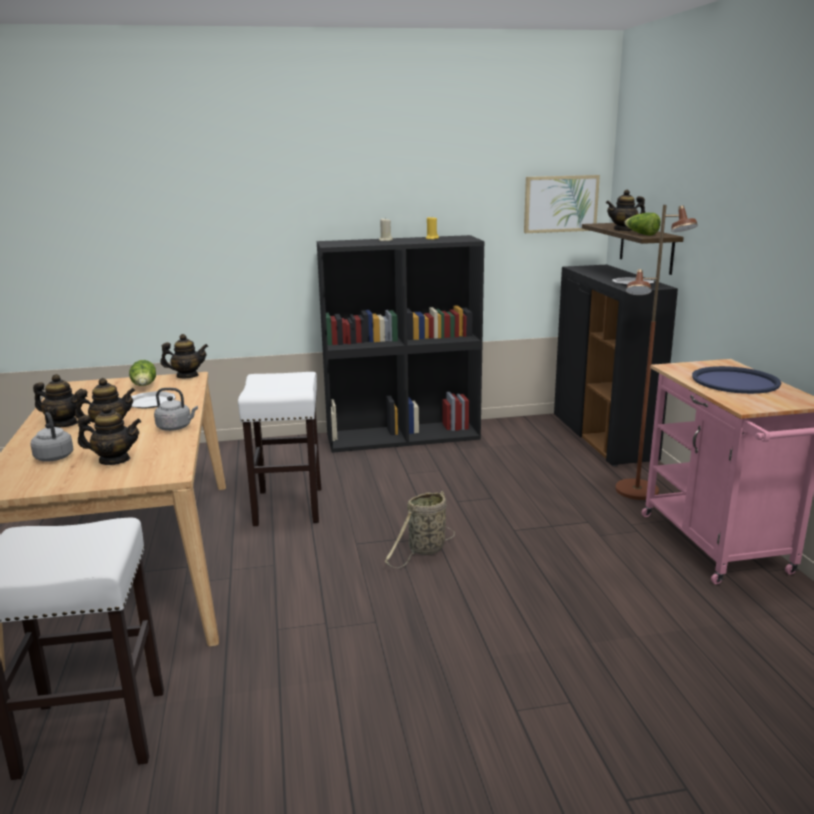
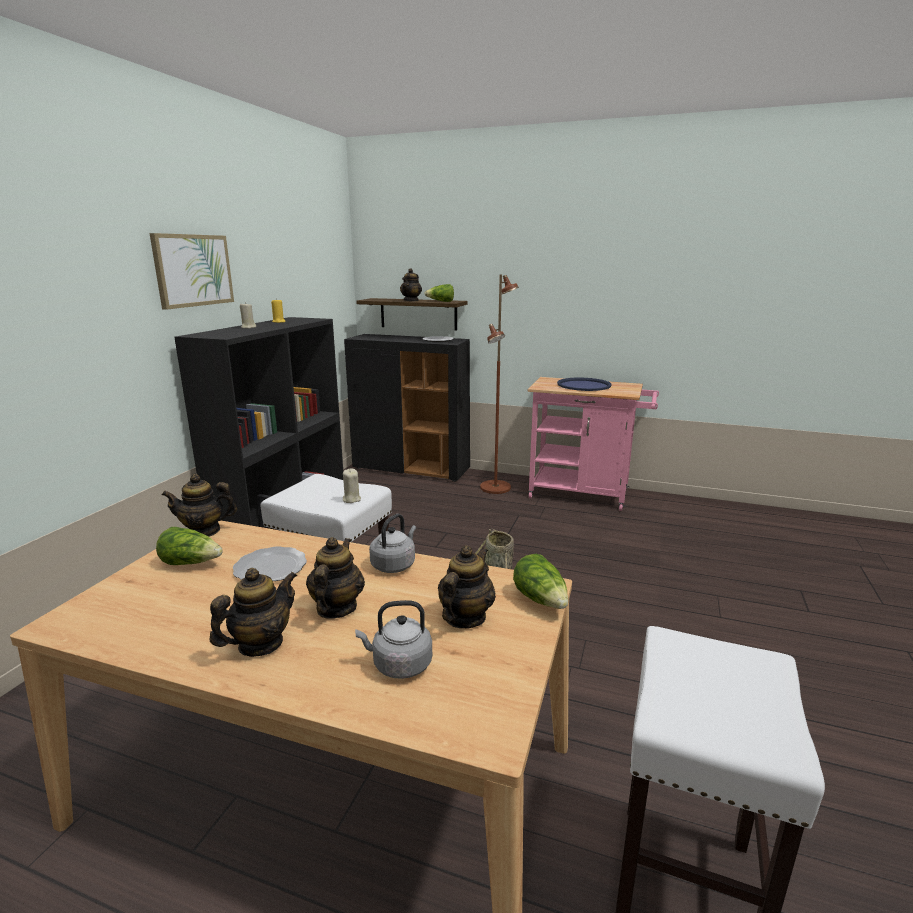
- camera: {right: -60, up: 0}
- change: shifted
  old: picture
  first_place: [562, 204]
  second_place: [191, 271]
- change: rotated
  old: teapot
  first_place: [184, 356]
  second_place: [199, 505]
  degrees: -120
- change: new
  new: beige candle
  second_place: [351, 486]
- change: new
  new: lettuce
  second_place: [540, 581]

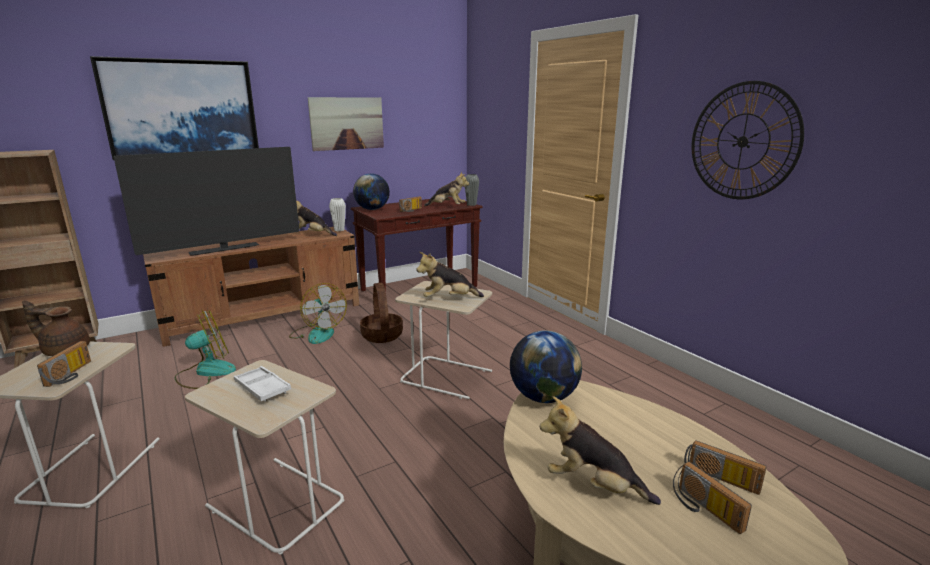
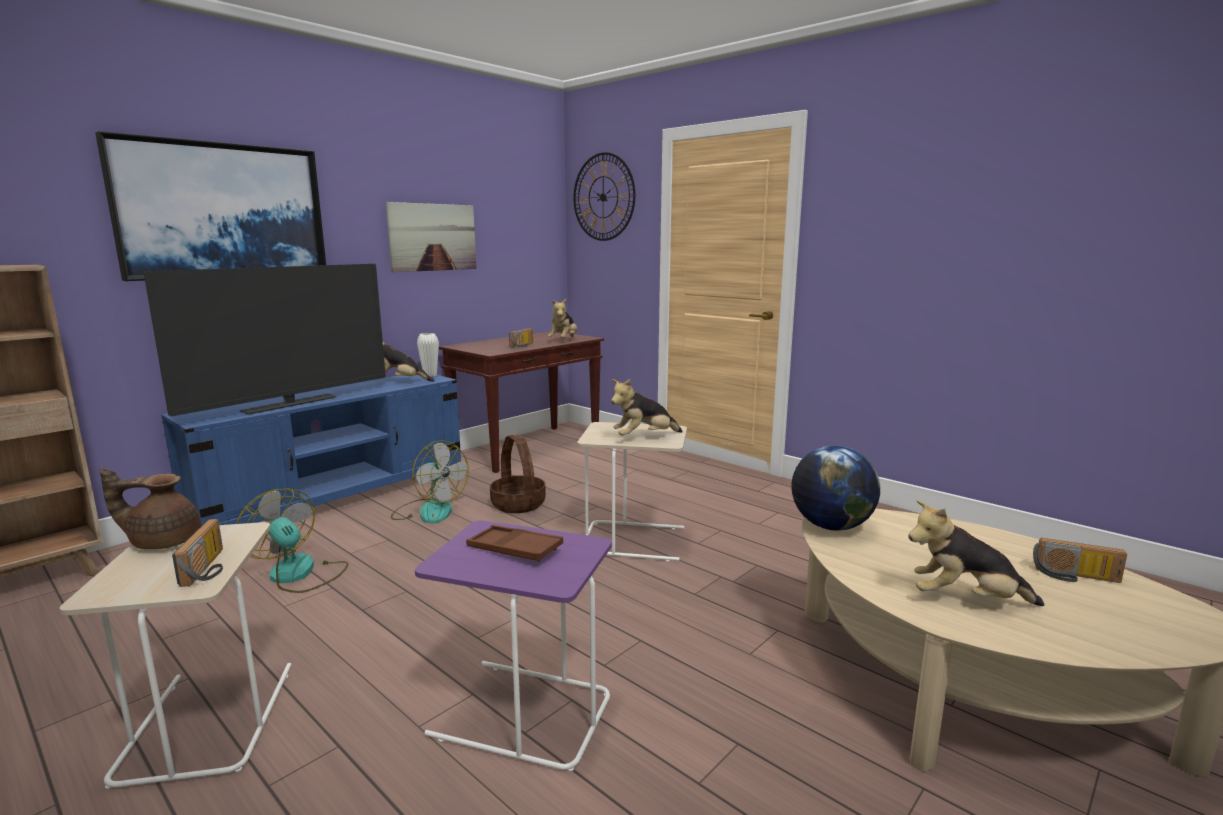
- camera: {right: -15, up: -5}
- change: shifted
  old: wall clock
  first_place: [748, 140]
  second_place: [604, 196]
- change: rotated
  old: plush toy
  first_place: [446, 189]
  second_place: [562, 318]
  degrees: 105
- change: gone
  old: globe
  first_place: [371, 192]
- change: gone
  old: grey vase
  first_place: [472, 190]
- change: repainted
  old: brown tv stand
  new: blue tv stand
  first_place: [251, 287]
  second_place: [311, 450]
- change: rotated
  old: fan
  first_place: [205, 349]
  second_place: [293, 540]
  degrees: -90
- change: repainted
  old: beige side table
  new: purple side table
  first_place: [264, 457]
  second_place: [513, 646]
- change: repainted
  old: white tray
  new: brown tray
  first_place: [262, 383]
  second_place: [514, 543]
- change: gone
  old: radio
  first_place: [712, 498]

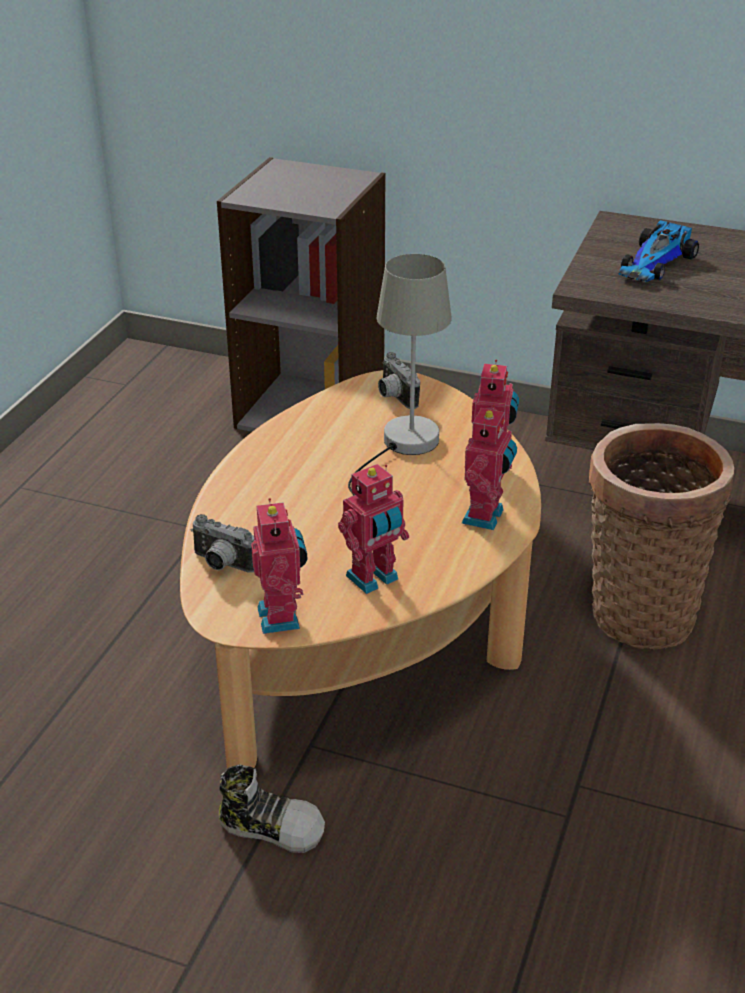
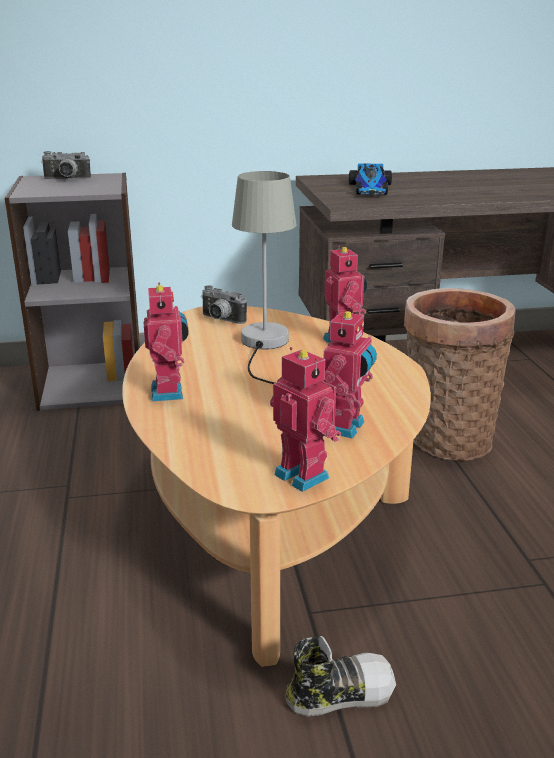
- camera: {right: -30, up: -10}
- change: shifted
  old: toy robot
  first_place: [489, 467]
  second_place: [166, 342]
- change: shifted
  old: photo camera
  first_place: [222, 543]
  second_place: [66, 165]

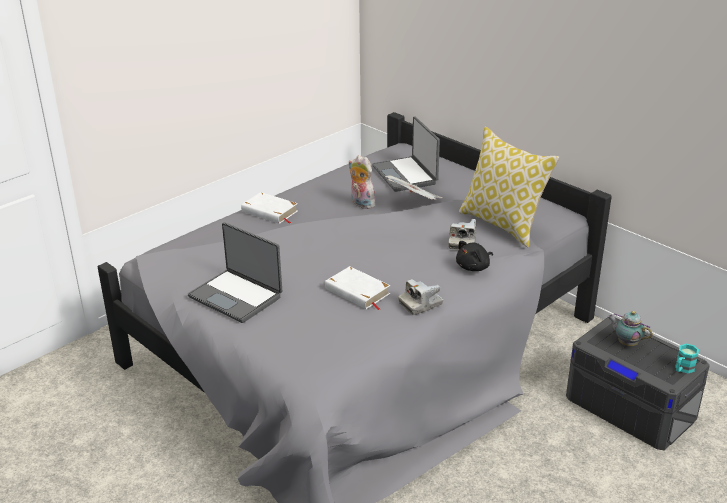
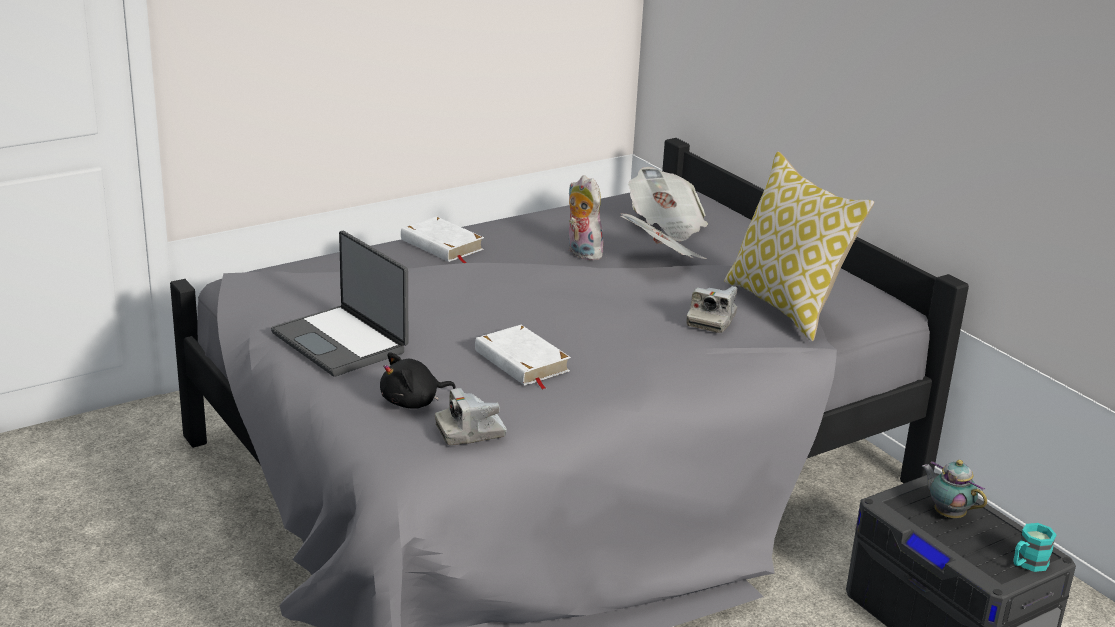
- camera: {right: 10, up: -5}
- change: swapped
  old: laptop
  new: newspaper
  first_place: [406, 154]
  second_place: [668, 204]
- change: shifted
  old: black plush toy
  first_place: [474, 256]
  second_place: [418, 381]
- change: shifted
  old: photo camera
  first_place: [421, 297]
  second_place: [471, 416]

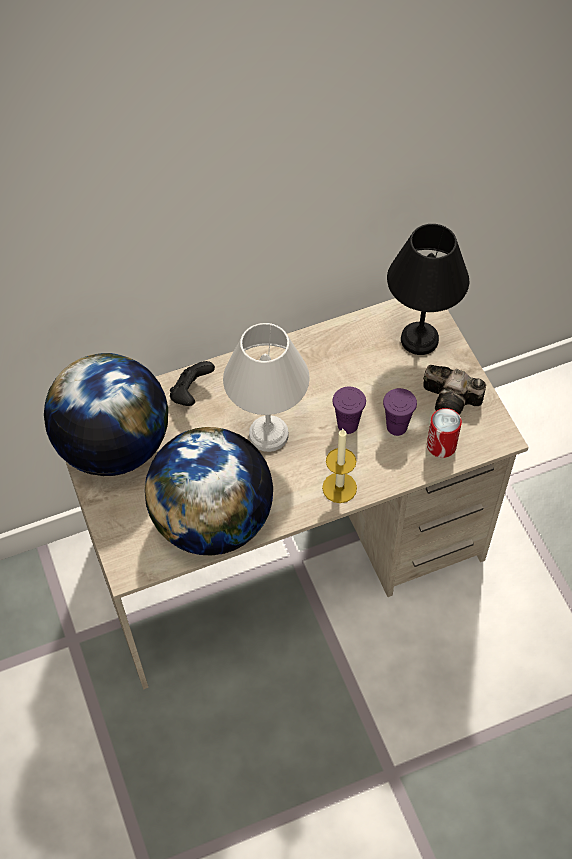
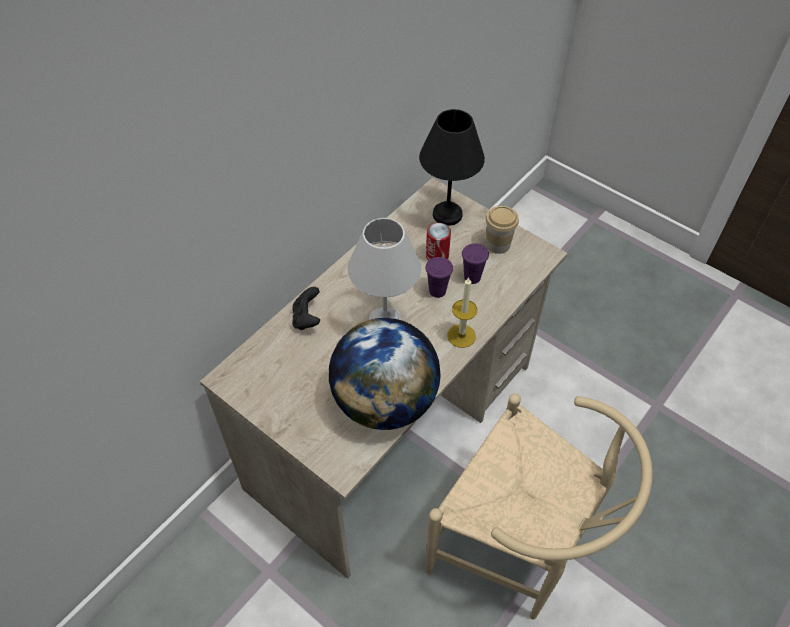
- camera: {right: -30, up: -5}
- change: gone
  old: globe
  first_place: [106, 414]
- change: swapped
  old: photo camera
  new: cup
  first_place: [454, 390]
  second_place: [502, 230]
- change: shifted
  old: can
  first_place: [444, 433]
  second_place: [438, 242]
- change: new
  new: beige chair
  second_place: [539, 506]

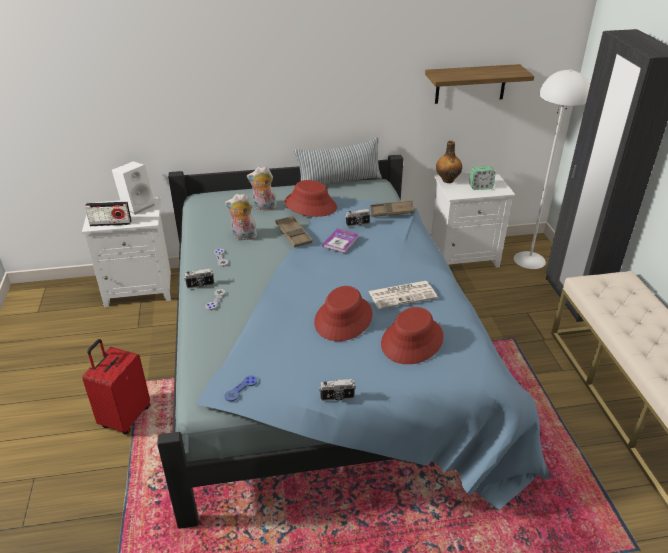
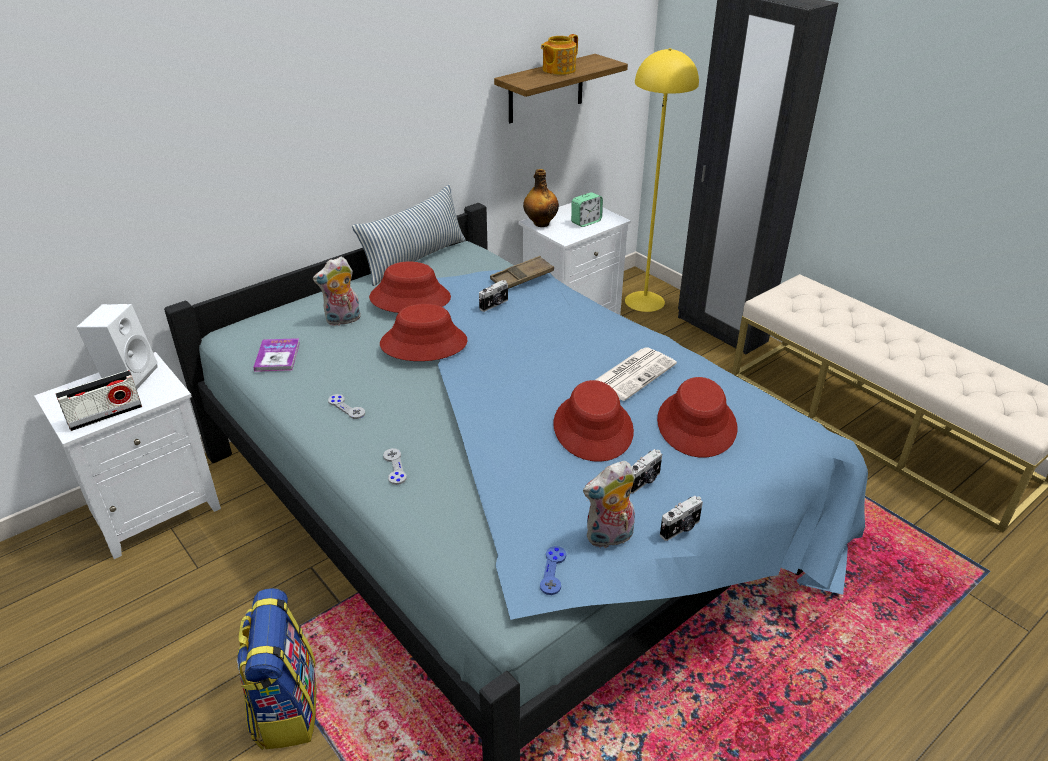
- camera: {right: -30, up: 0}
- change: repainted
  old: white floor lamp
  new: yellow floor lamp
  first_place: [552, 169]
  second_place: [662, 180]
- change: shifted
  old: plush toy
  first_place: [241, 217]
  second_place: [609, 504]
- change: swapped
  old: brown tray
  new: red hat
  first_place: [293, 231]
  second_place: [424, 332]
- change: shifted
  old: book
  first_place: [340, 240]
  second_place: [276, 355]
- change: shifted
  old: photo camera
  first_place: [199, 279]
  second_place: [646, 471]
- change: swapped
  old: red suitcase
  new: backpack
  first_place: [116, 387]
  second_place: [276, 669]
- change: new
  new: teapot
  second_place: [559, 54]

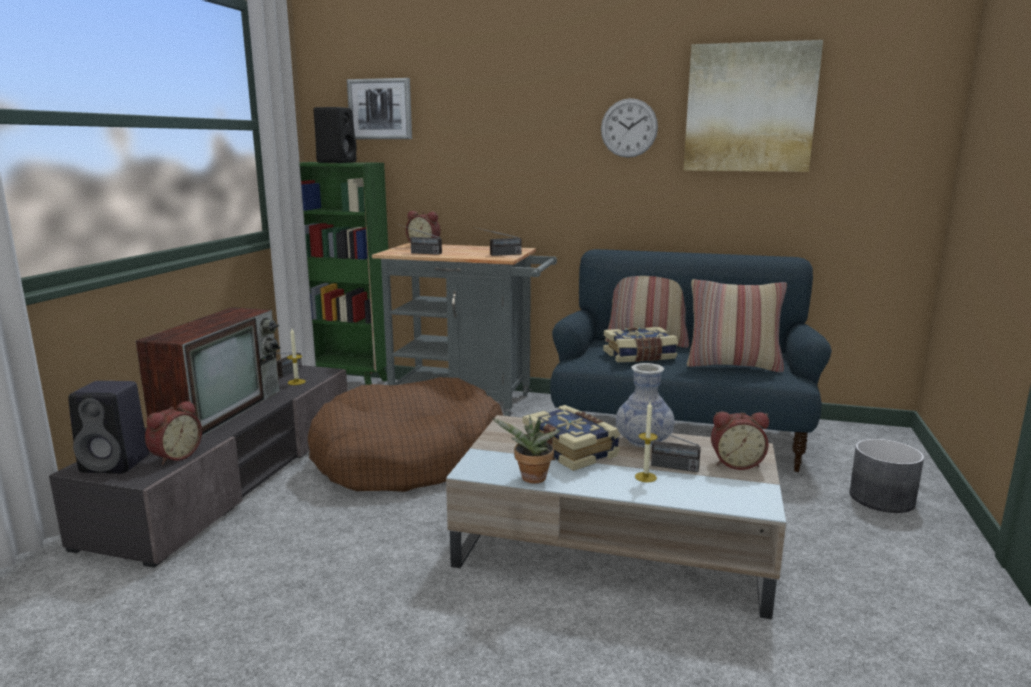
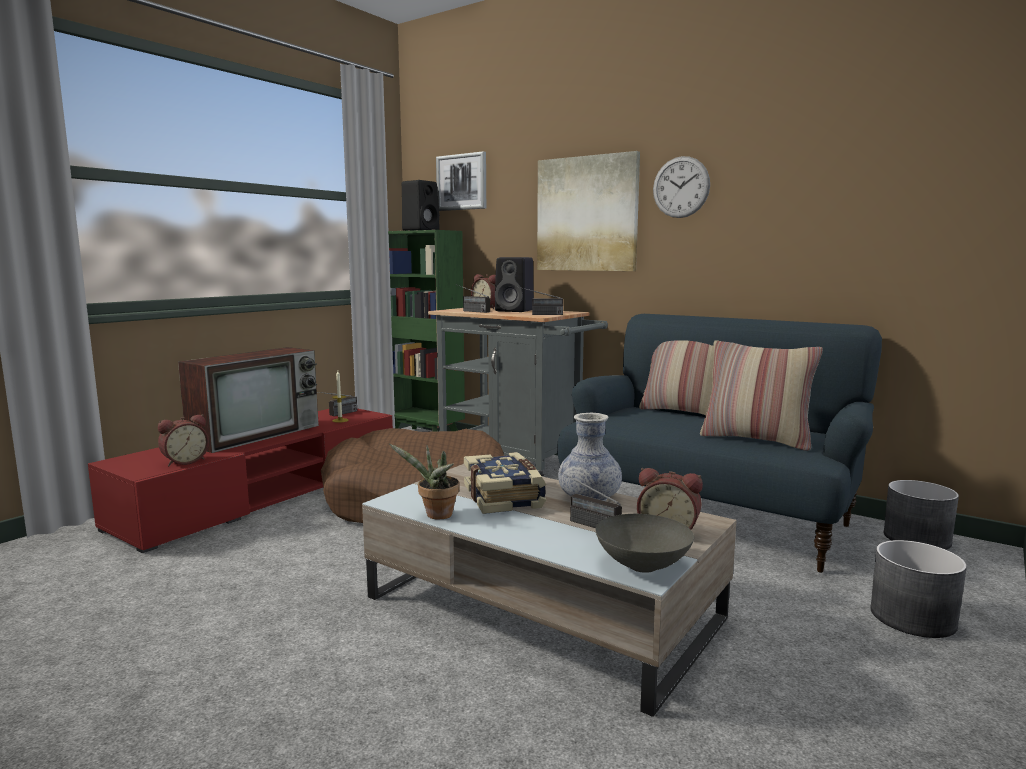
- camera: {right: 20, up: -5}
- change: shifted
  old: picture
  first_place: [753, 106]
  second_place: [588, 211]
- change: gone
  old: book
  first_place: [640, 344]
- change: repainted
  old: grey tv stand
  new: red tv stand
  first_place: [198, 466]
  second_place: [240, 480]
- change: shifted
  old: black speaker
  first_place: [108, 427]
  second_place: [514, 284]
- change: gone
  old: candle
  first_place: [646, 442]
- change: new
  new: grey planter
  second_place: [921, 515]
- change: new
  new: grey bowl
  second_place: [645, 543]

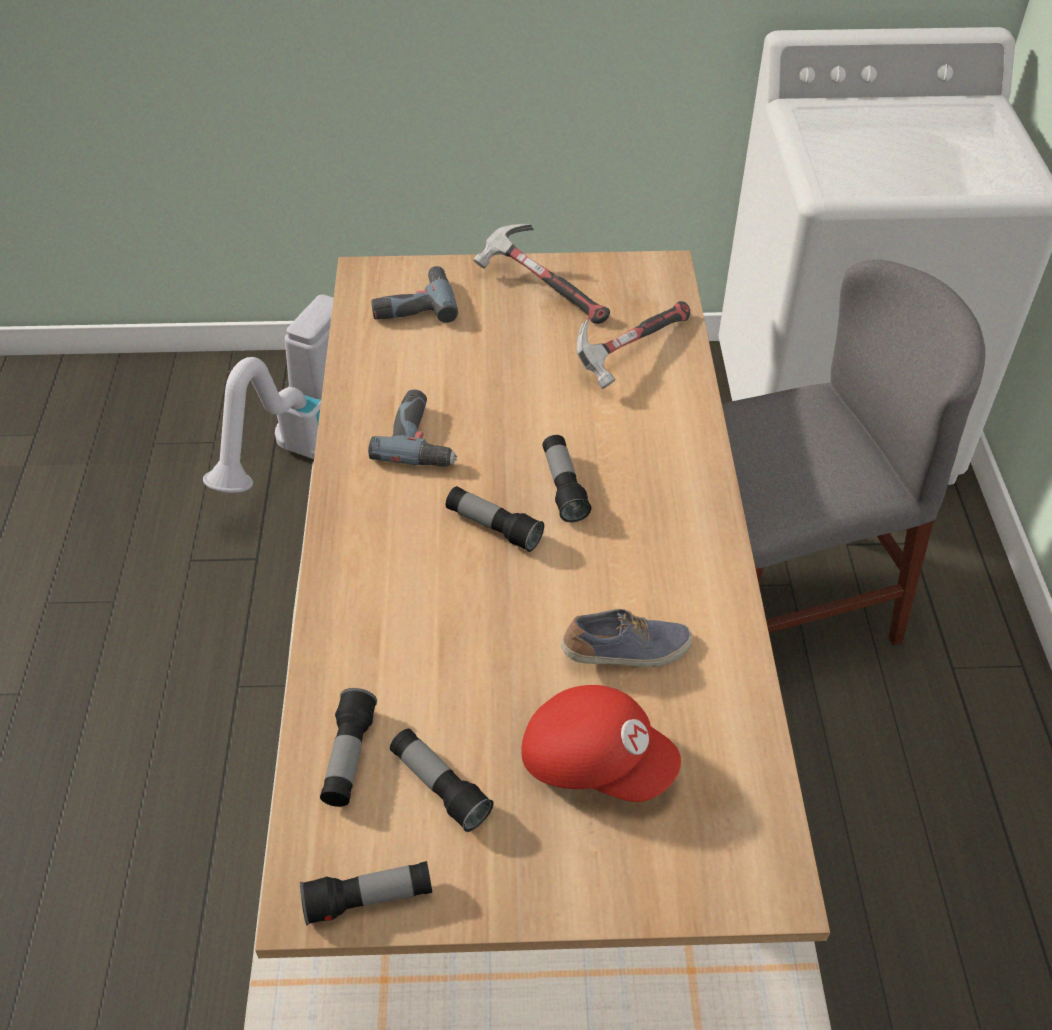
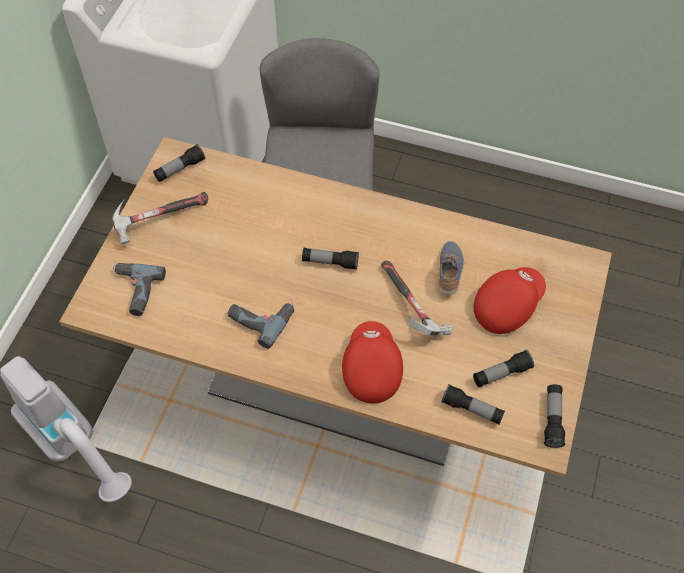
- camera: {right: -70, up: 10}
- change: shifted
  old: hammer
  first_place: [633, 345]
  second_place: [416, 299]
- change: shifted
  old: flashlight
  first_place: [495, 519]
  second_place: [179, 163]
- change: new
  new: red cap
  second_place: [372, 362]

